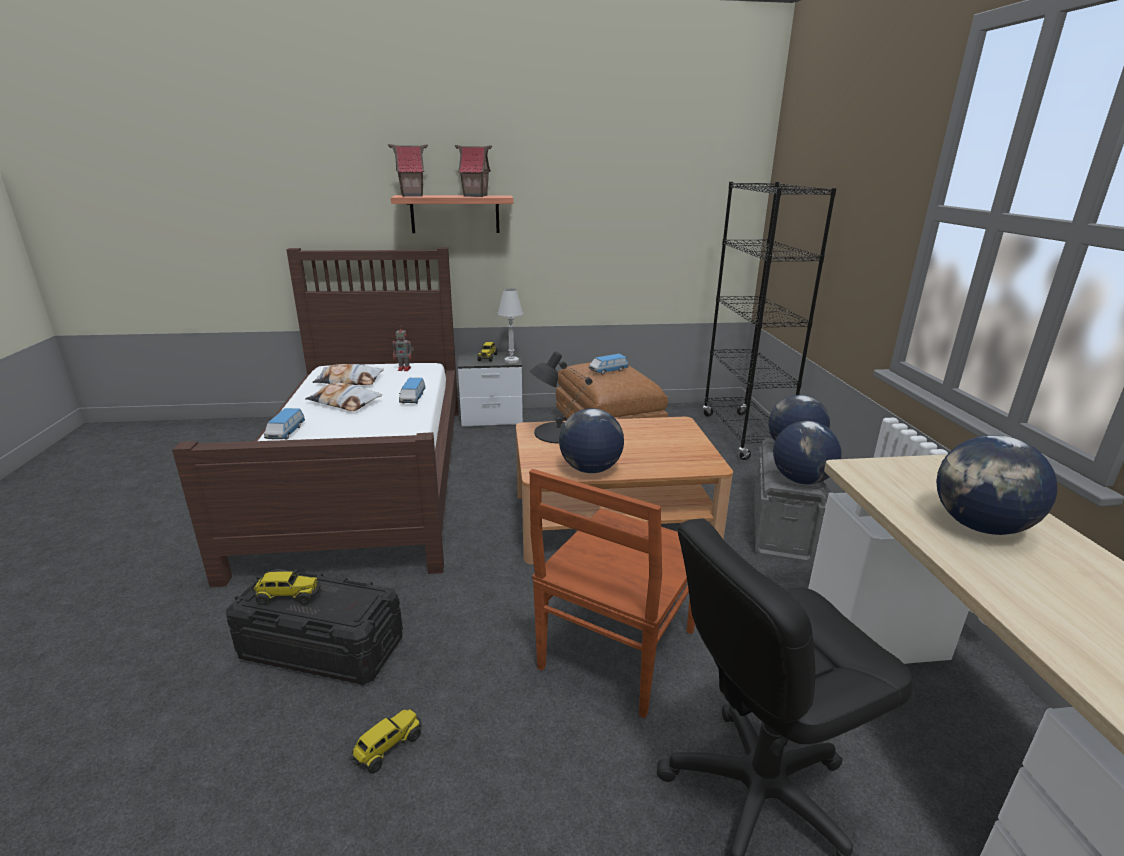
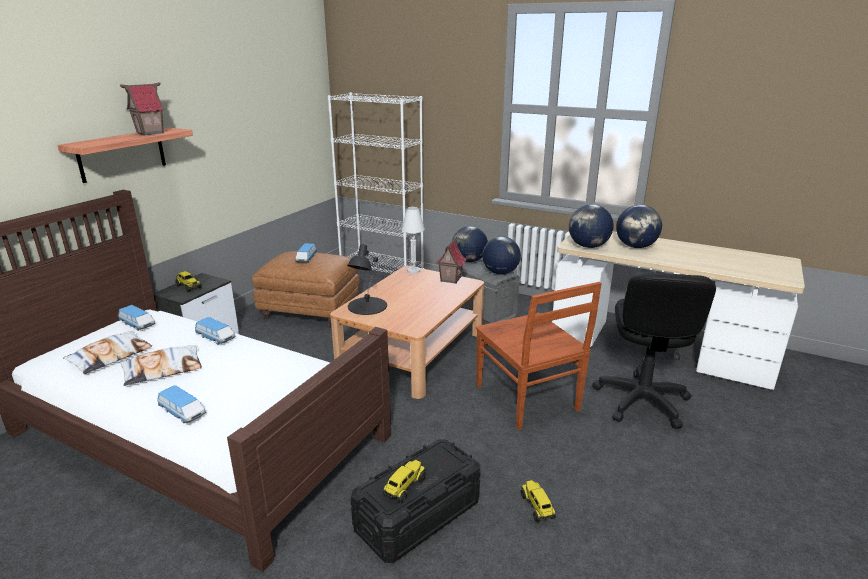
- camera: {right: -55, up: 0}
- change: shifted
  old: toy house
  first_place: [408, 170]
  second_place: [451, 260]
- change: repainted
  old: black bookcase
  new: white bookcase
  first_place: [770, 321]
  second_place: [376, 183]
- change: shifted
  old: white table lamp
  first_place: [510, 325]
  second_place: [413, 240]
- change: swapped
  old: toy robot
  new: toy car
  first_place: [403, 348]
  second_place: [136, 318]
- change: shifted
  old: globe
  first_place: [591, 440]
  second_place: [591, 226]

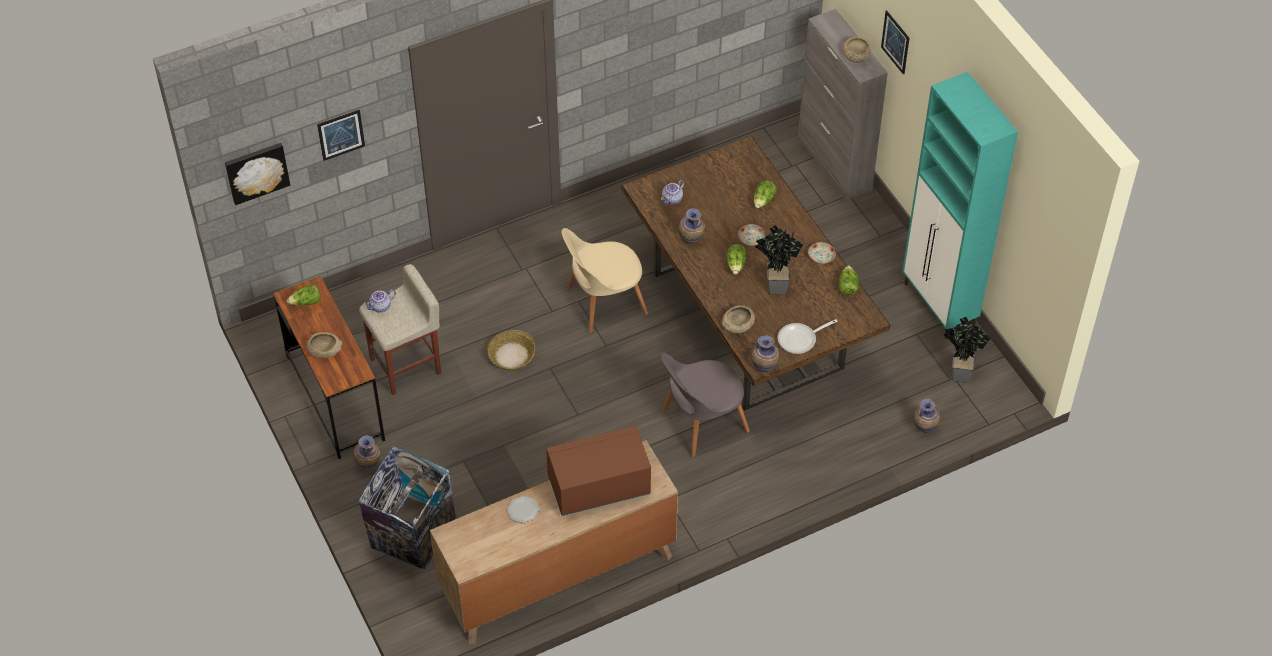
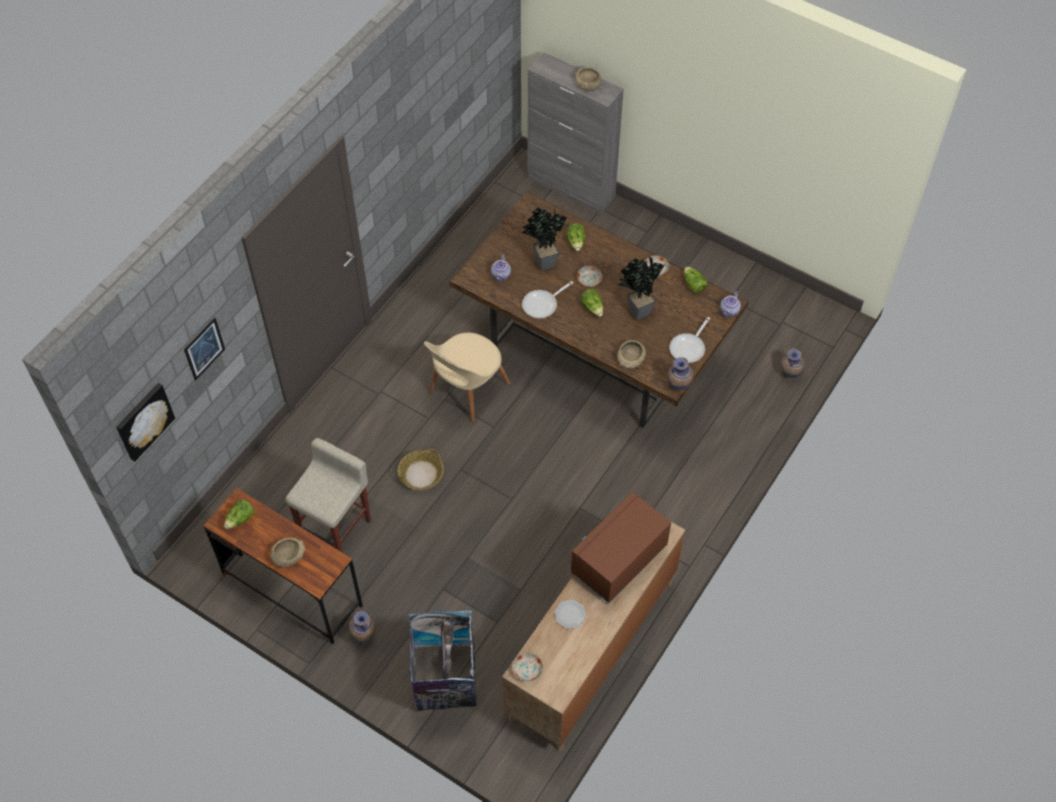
- camera: {right: -30, up: 5}
- change: gone
  old: picture
  first_place: [895, 42]
- change: gone
  old: turquoise cabinet
  first_place: [960, 205]
- change: swapped
  old: vase
  new: frying pan
  first_place: [691, 226]
  second_place: [547, 300]
- change: shifted
  old: teapot
  first_place: [379, 300]
  second_place: [730, 304]
- change: shifted
  old: potted plant
  first_place: [967, 350]
  second_place: [544, 239]
- change: gone
  old: grey chair
  first_place: [705, 405]
- change: new
  new: plate
  second_place: [527, 667]

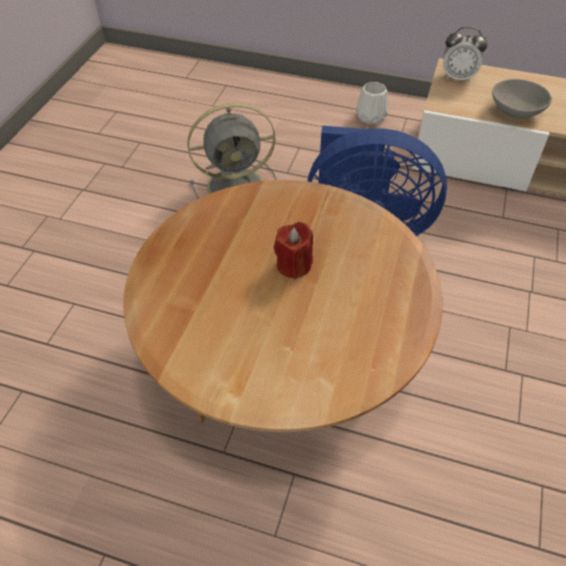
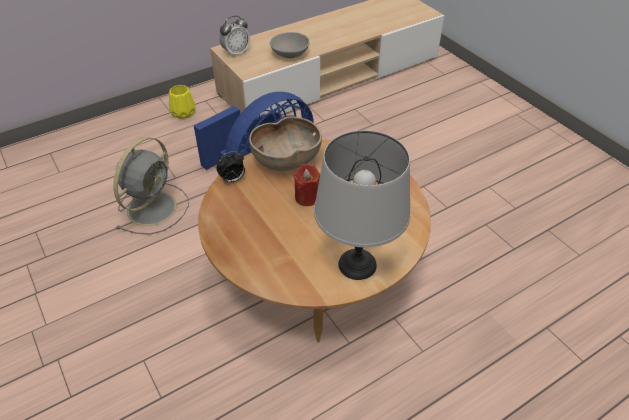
- camera: {right: -50, up: -5}
- change: repainted
  old: white vase
  new: yellow vase
  first_place: [372, 103]
  second_place: [182, 102]
- change: new
  new: brown bowl
  second_place: [285, 144]
- change: new
  new: grey table lamp
  second_place: [362, 205]
- change: new
  new: alarm clock
  second_place: [230, 167]

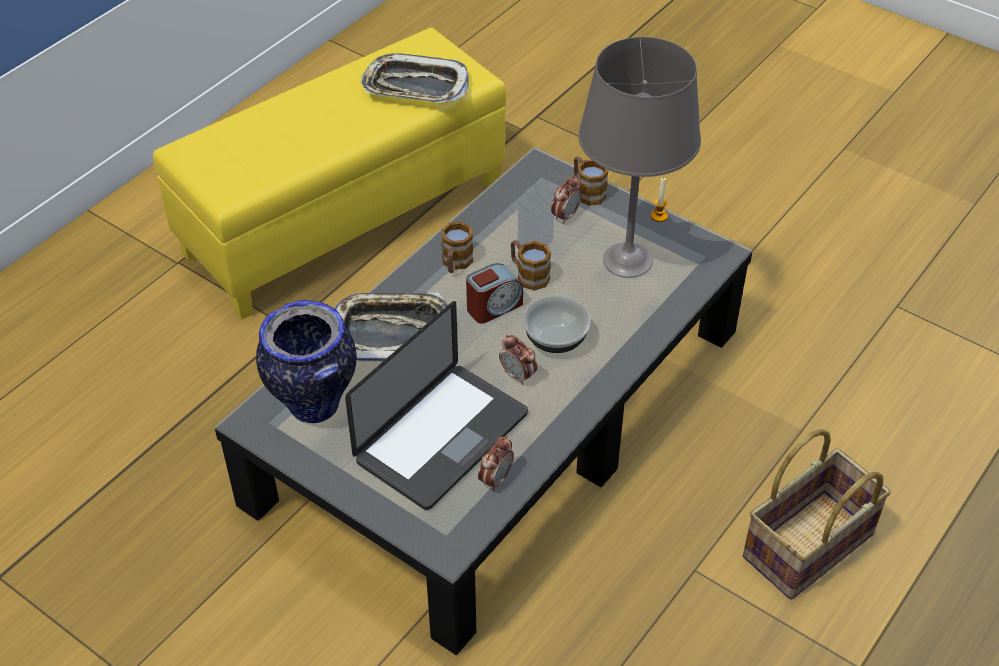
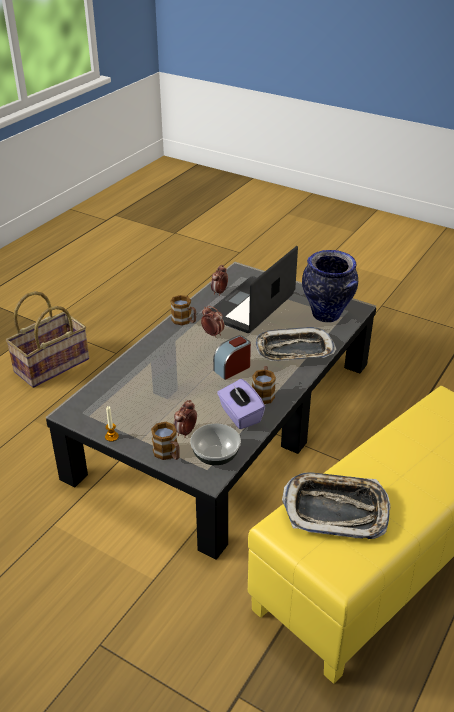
- camera: {right: 175, up: -10}
- change: gone
  old: grey table lamp
  first_place: [639, 157]
- change: shifted
  old: mug
  first_place: [531, 265]
  second_place: [183, 310]
- change: shifted
  old: bowl
  first_place: [557, 324]
  second_place: [215, 444]
- change: new
  new: purple tissue box
  second_place: [241, 404]

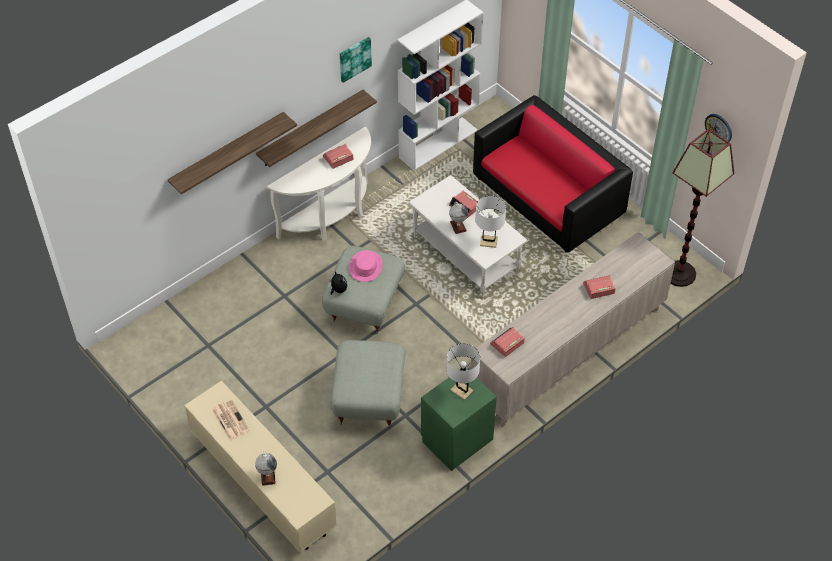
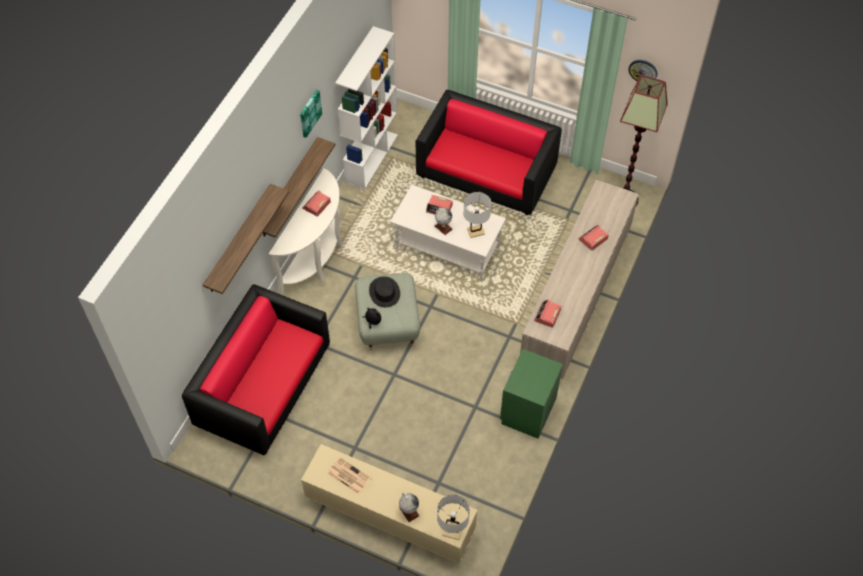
- camera: {right: -25, up: 5}
- change: repainted
  old: pink hat
  new: black hat
  first_place: [366, 266]
  second_place: [384, 291]
- change: gone
  old: grey ottoman
  first_place: [367, 383]
- change: shifted
  old: white table lamp
  first_place: [463, 371]
  second_place: [453, 517]
- change: new
  new: sofa
  second_place: [256, 369]

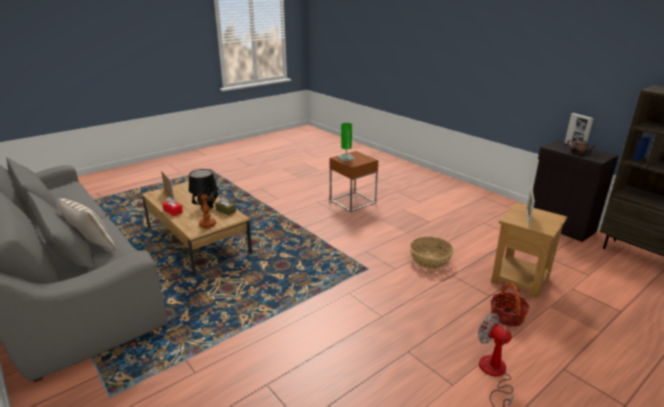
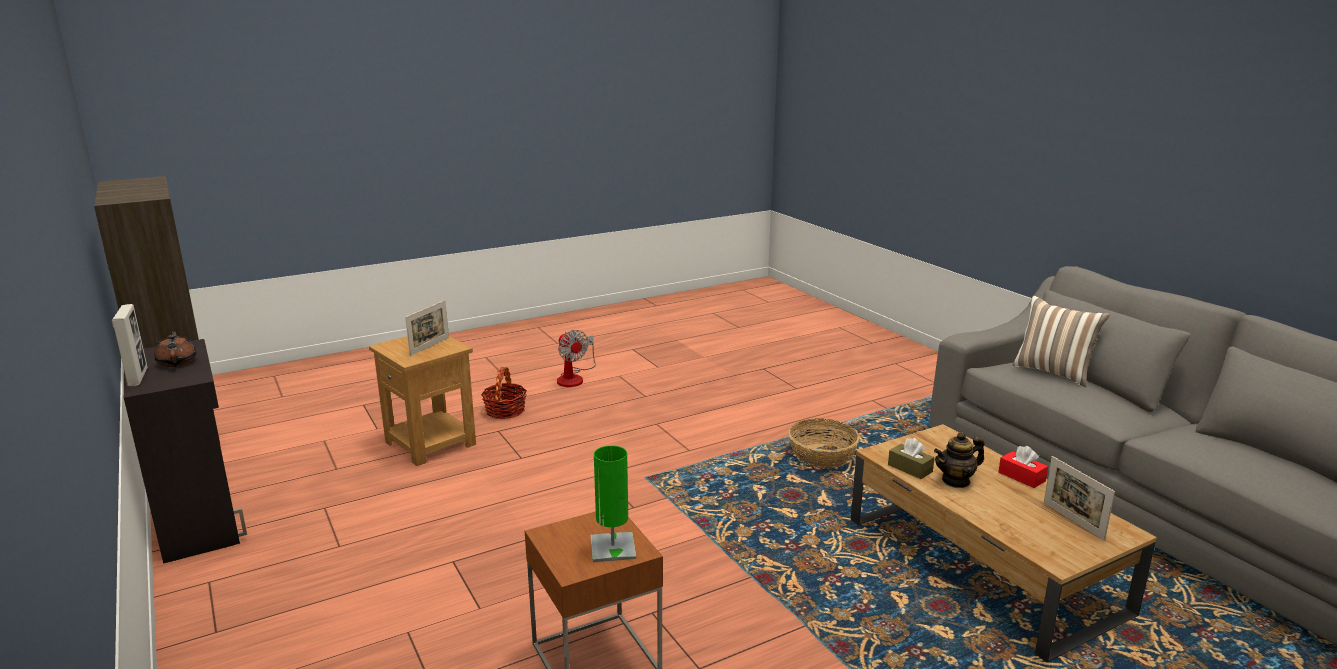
- camera: {right: -170, up: -5}
- change: gone
  old: table lamp
  first_place: [203, 198]
- change: shifted
  old: basket
  first_place: [432, 253]
  second_place: [824, 443]

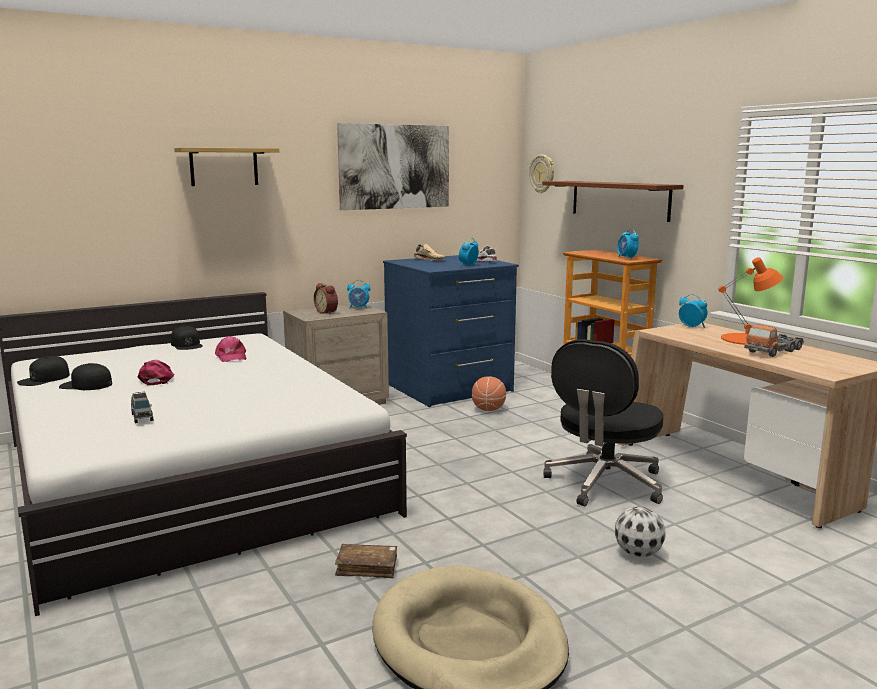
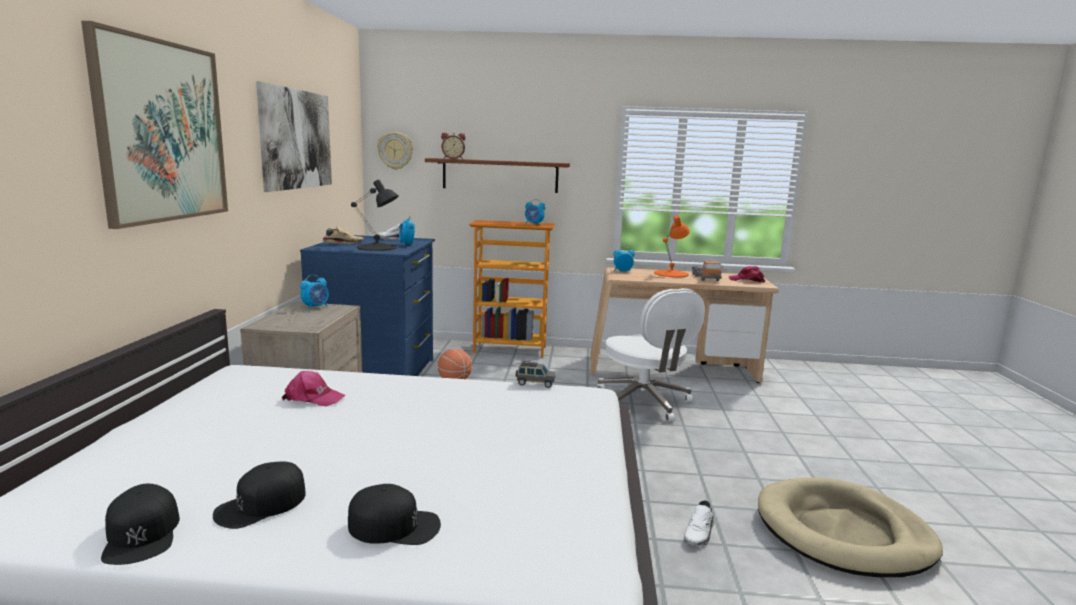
- camera: {right: -55, up: 0}
- change: swapped
  old: shelf
  new: picture
  first_place: [226, 166]
  second_place: [154, 125]
- change: shifted
  old: alarm clock
  first_place: [326, 299]
  second_place: [453, 146]
- change: shifted
  old: black cap
  first_place: [187, 338]
  second_place: [394, 514]
- change: repainted
  old: black office chair
  new: white office chair
  first_place: [603, 422]
  second_place: [651, 354]
- change: shifted
  old: pink cap
  first_place: [156, 372]
  second_place: [747, 274]
- change: shifted
  old: grey toy car
  first_place: [142, 407]
  second_place: [536, 374]
- change: gone
  old: football
  first_place: [640, 531]
- change: swapped
  old: brown book
  new: white shoe
  first_place: [366, 561]
  second_place: [699, 523]
- change: new
  new: black table lamp
  second_place: [374, 215]

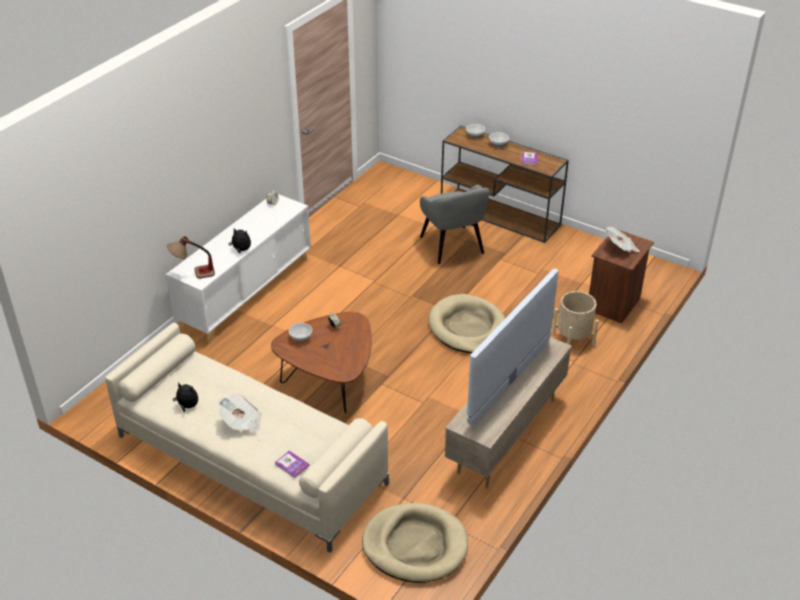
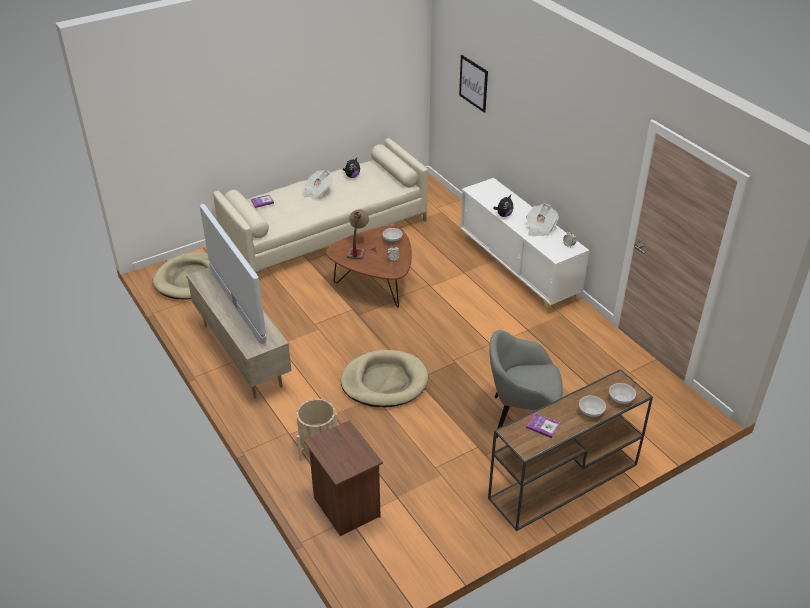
- camera: {right: 115, up: 0}
- change: shifted
  old: newspaper
  first_place: [622, 239]
  second_place: [542, 220]
- change: shifted
  old: table lamp
  first_place: [191, 257]
  second_place: [358, 234]
- change: new
  new: picture
  second_place: [473, 84]

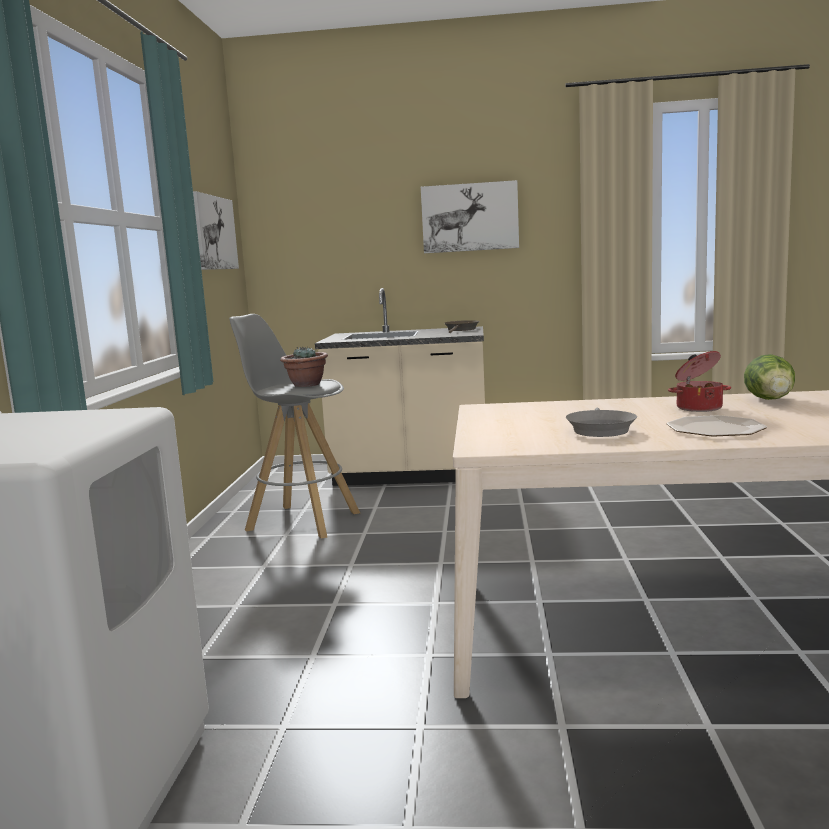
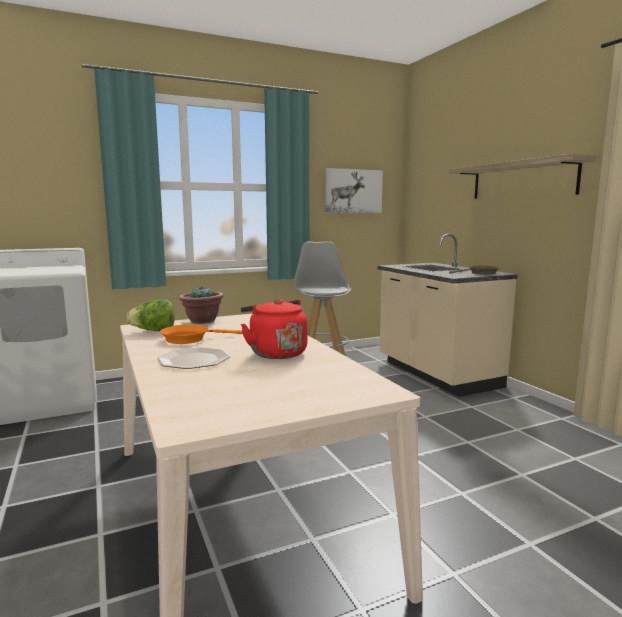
- camera: {right: 60, up: 0}
- change: swapped
  old: picture
  new: shelf
  first_place: [470, 216]
  second_place: [522, 176]
- change: shifted
  old: potted plant
  first_place: [304, 367]
  second_place: [201, 305]
- change: swapped
  old: cooking pot
  new: red kettle
  first_place: [699, 381]
  second_place: [274, 329]
- change: shifted
  old: lettuce
  first_place: [769, 377]
  second_place: [151, 315]
- change: repainted
  old: grey frying pan
  new: orange frying pan
  first_place: [601, 422]
  second_place: [201, 334]

